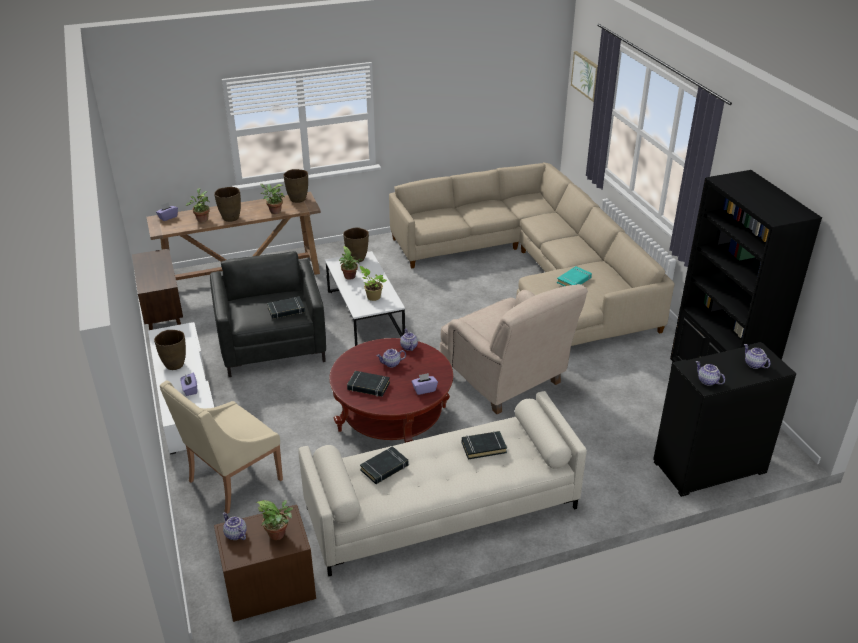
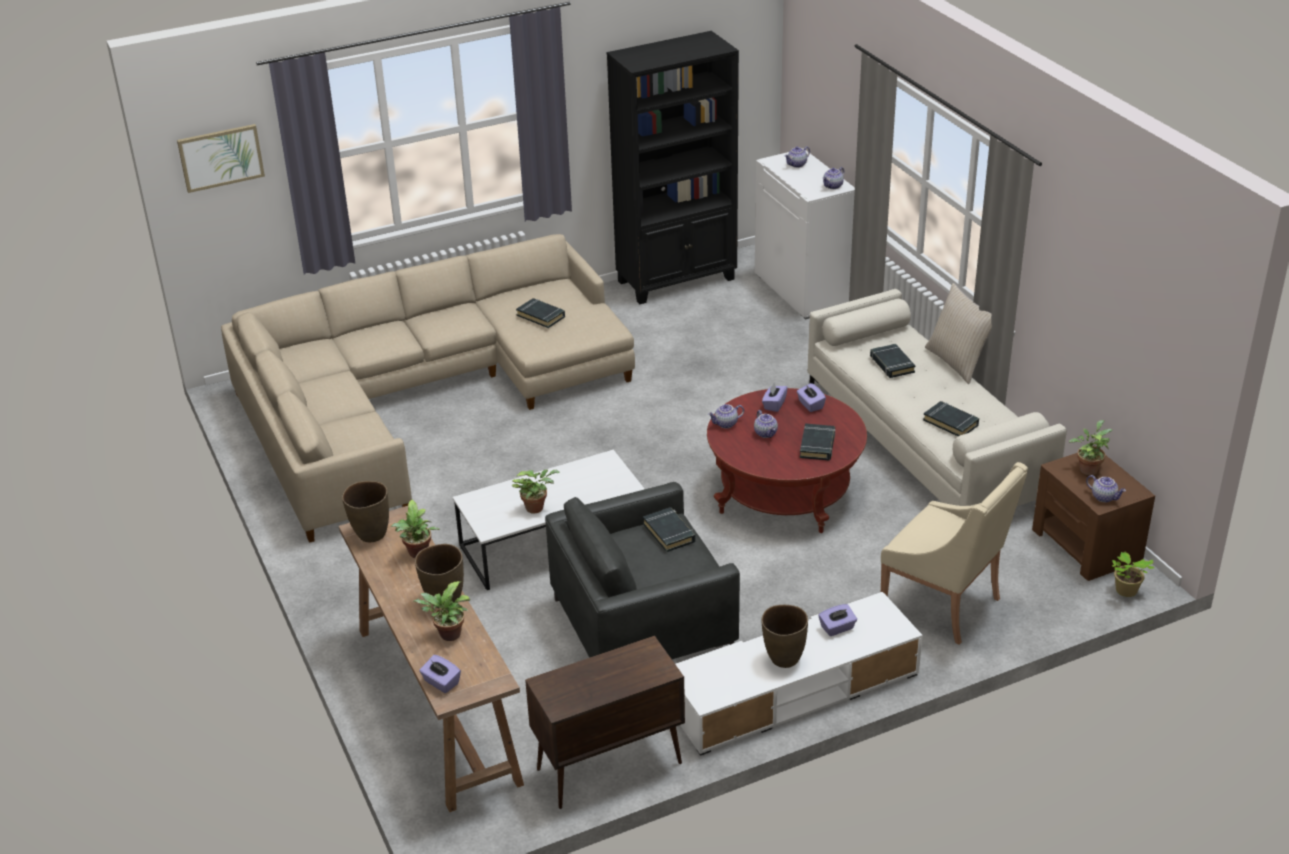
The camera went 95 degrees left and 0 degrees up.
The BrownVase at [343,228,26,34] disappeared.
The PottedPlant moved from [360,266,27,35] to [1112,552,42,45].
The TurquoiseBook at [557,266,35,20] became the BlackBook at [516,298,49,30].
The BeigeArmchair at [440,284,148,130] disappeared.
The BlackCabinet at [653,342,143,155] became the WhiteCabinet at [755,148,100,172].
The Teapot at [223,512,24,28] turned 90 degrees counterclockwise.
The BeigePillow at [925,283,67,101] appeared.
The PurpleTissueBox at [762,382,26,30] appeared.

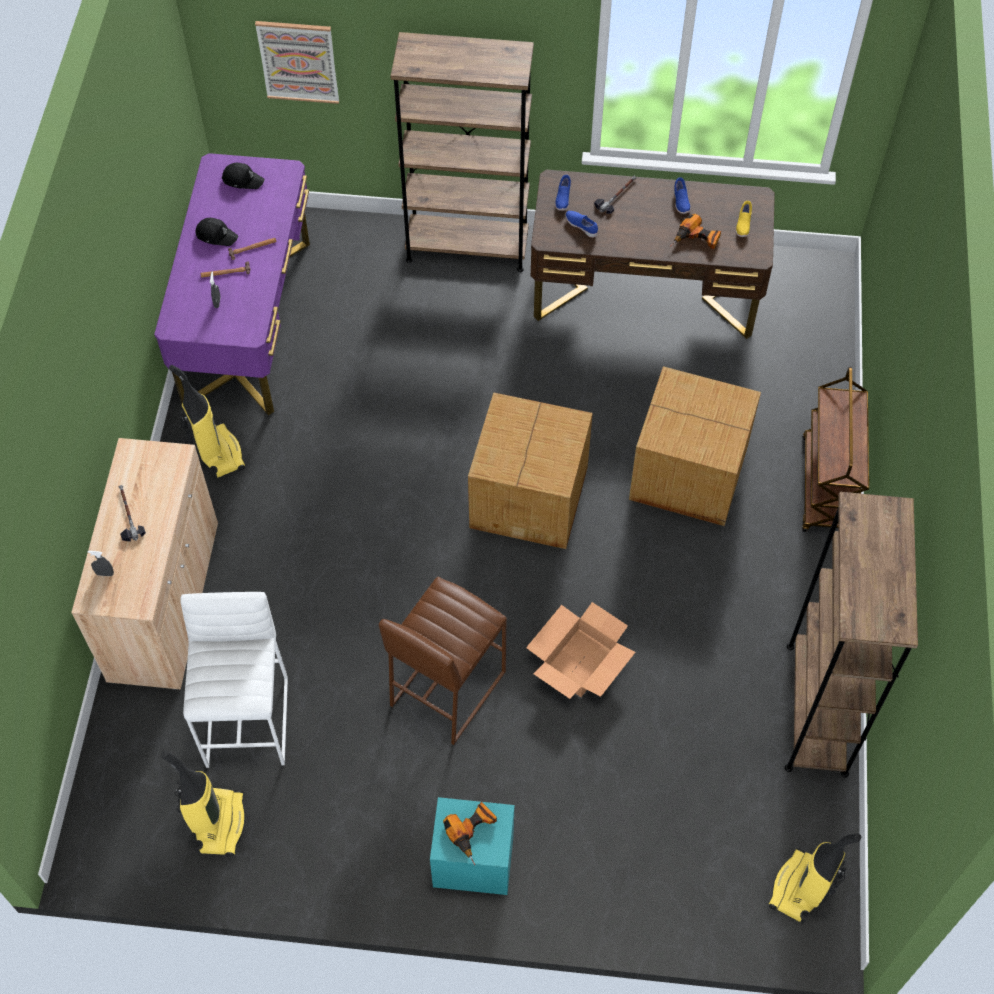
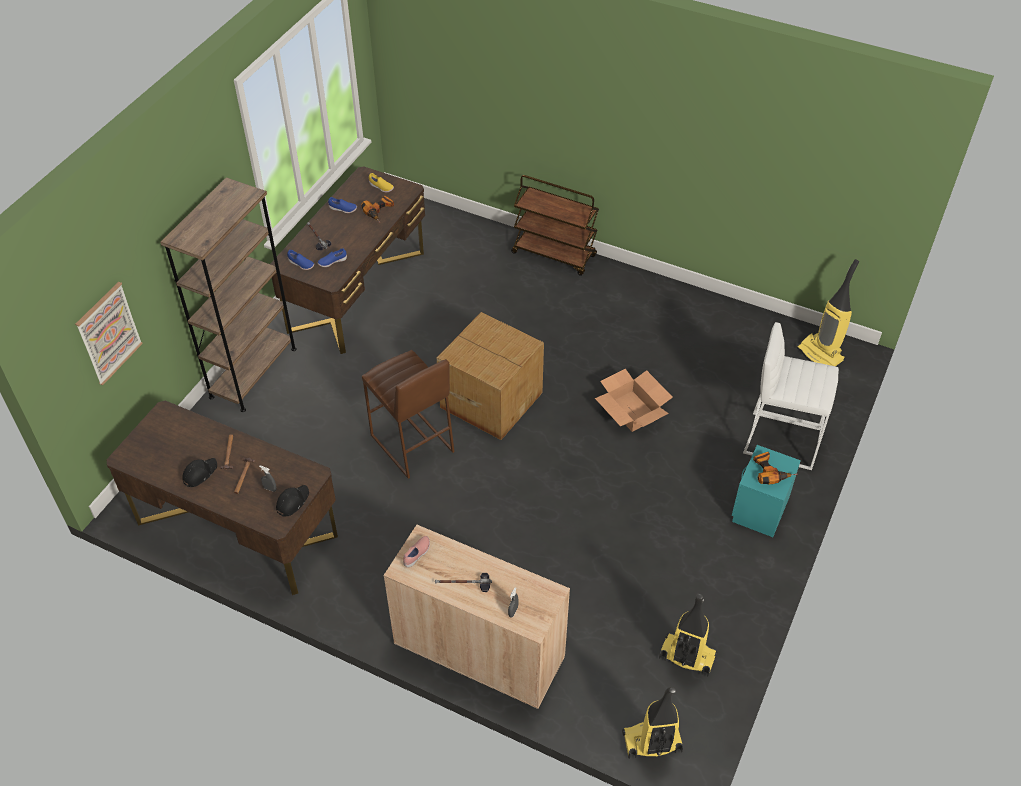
The camera went 70 degrees left and 10 degrees down.
The PurpleDesk at [154,153,156,262] became the BrownDesk at [106,400,232,195].
The BlackCap moved from [222,163,43,26] to [276,485,33,31].
The VacuumCleaner moved from [169,365,76,114] to [622,687,61,72].
The CardboardBox at [629,366,132,160] disappeared.
The BrownBookcase at [785,492,133,286] disappeared.
The BrownStool moved from [379,577,128,168] to [362,350,92,129].
The WhiteStool moved from [180,592,108,176] to [743,322,96,148].
The PinkShoe at [403,536,27,31] appeared.

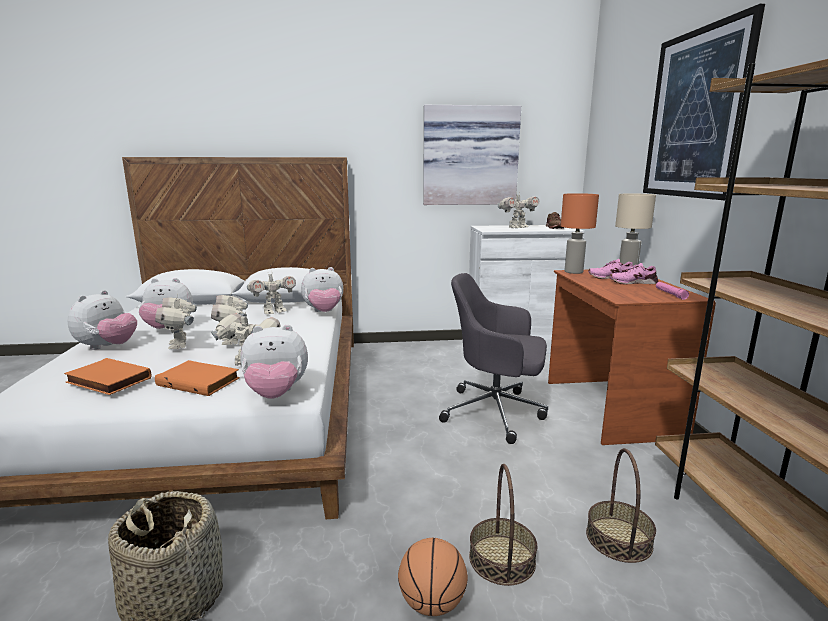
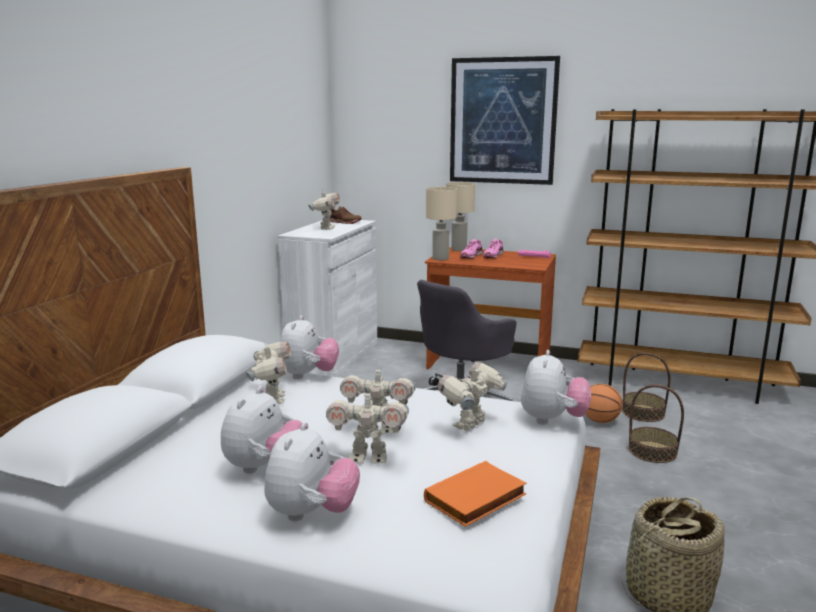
The camera went 65 degrees left and 0 degrees up.
The Picture at [423,105,98,100] disappeared.
The OrangeTableLamp at [561,193,38,81] became the BeigeTableLamp at [426,187,31,73].
The PlushToy at [68,290,69,60] turned 60 degrees clockwise.
The OrangeBook at [155,360,85,36] disappeared.
The Basketball moved from [398,538,70,78] to [585,384,38,39].

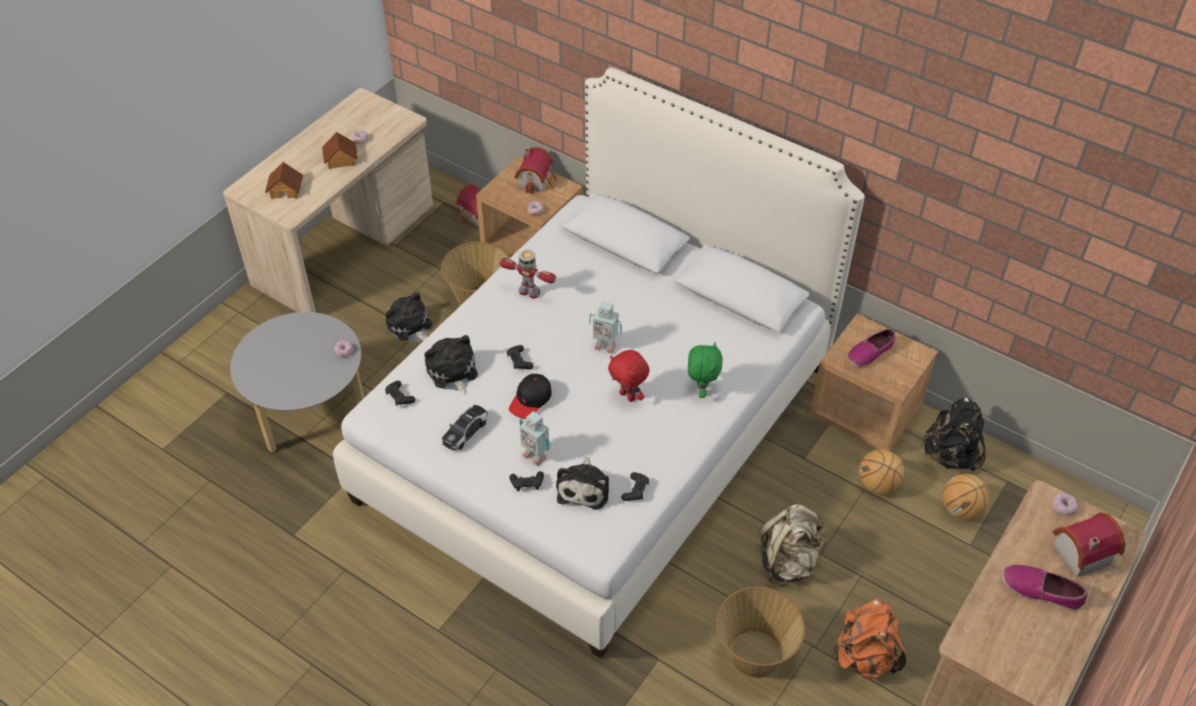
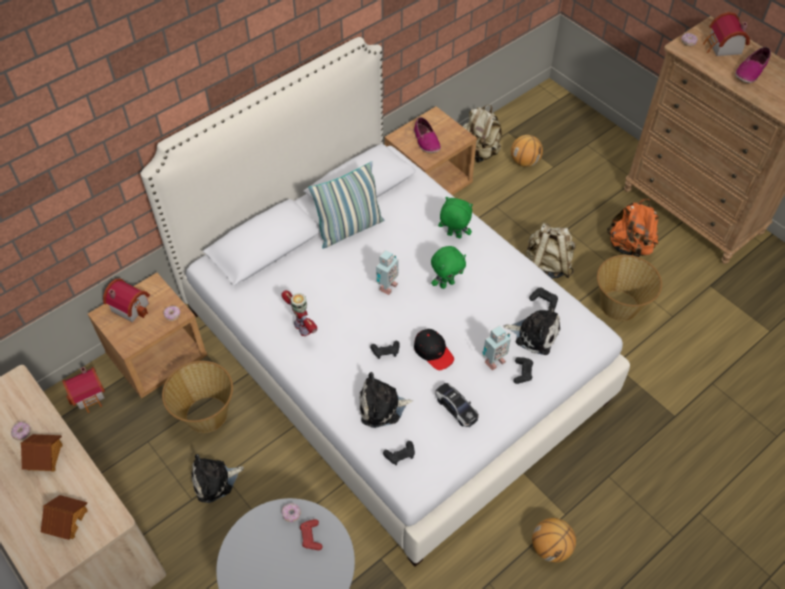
The camera went 75 degrees left and 5 degrees up.
The ToyRobot at [500,250,56,49] turned 105 degrees clockwise.
The RedPlushToy at [608,350,41,52] became the GreenPlushToy at [431,246,35,43].
The BlackBackpack at [921,398,65,73] became the BeigeBackpack at [463,105,39,58].
The Basketball moved from [859,449,46,45] to [532,518,44,45].
The Pillow at [308,161,77,88] appeared.
The RedGameController at [300,519,23,31] appeared.

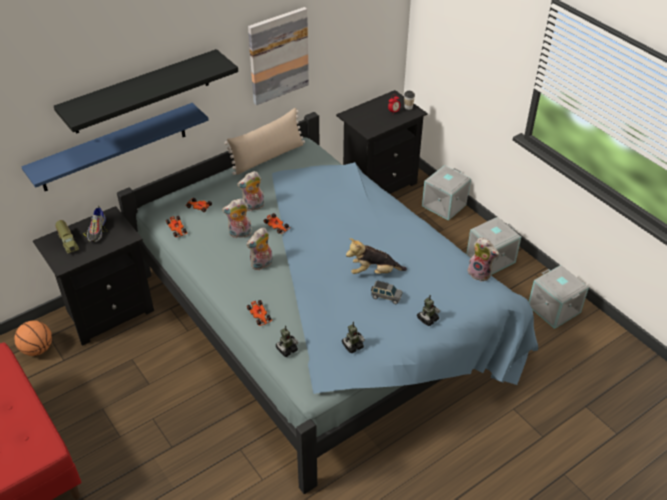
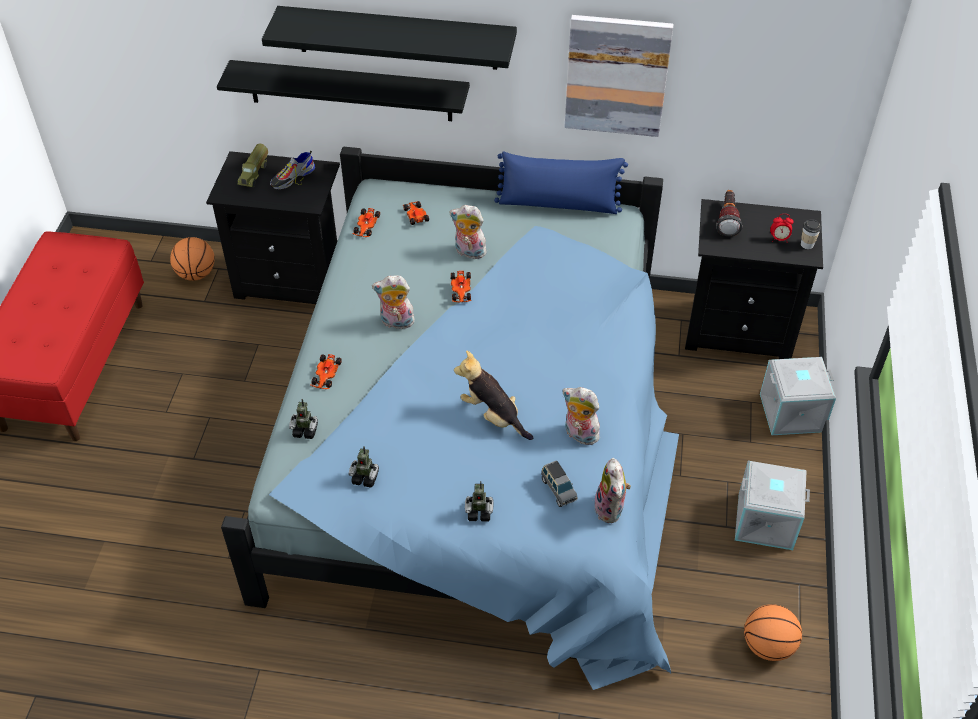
The camera went 45 degrees right and 5 degrees up.
The BlueShelf at [21,103,188,88] became the BlackShelf at [217,60,253,61].
The BeigePillow at [224,108,81,67] became the BluePillow at [494,152,134,62].
The PlushToy moved from [222,198,30,40] to [563,387,37,58].
The GreyStorageBox at [529,265,60,64] was replaced by the Basketball at [744,604,58,57].
The GreyToyCar moved from [371,280,31,24] to [541,460,37,47].
The Flashlight at [716,190,27,47] appeared.

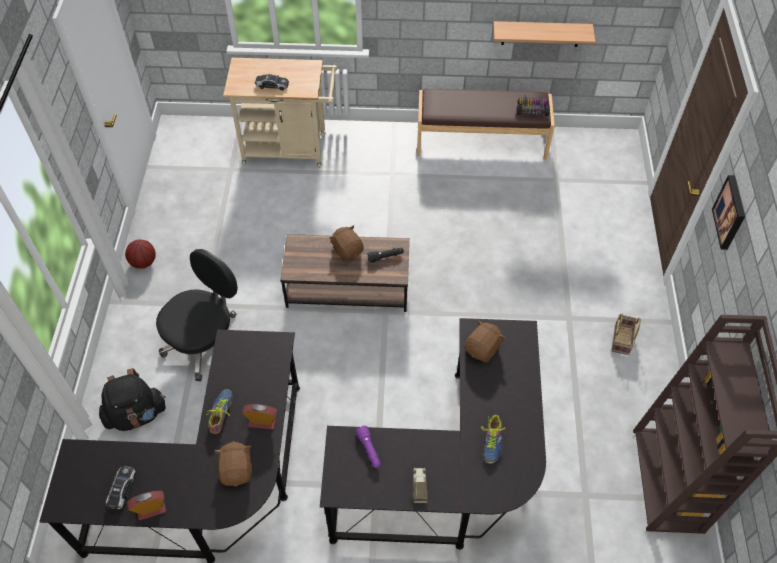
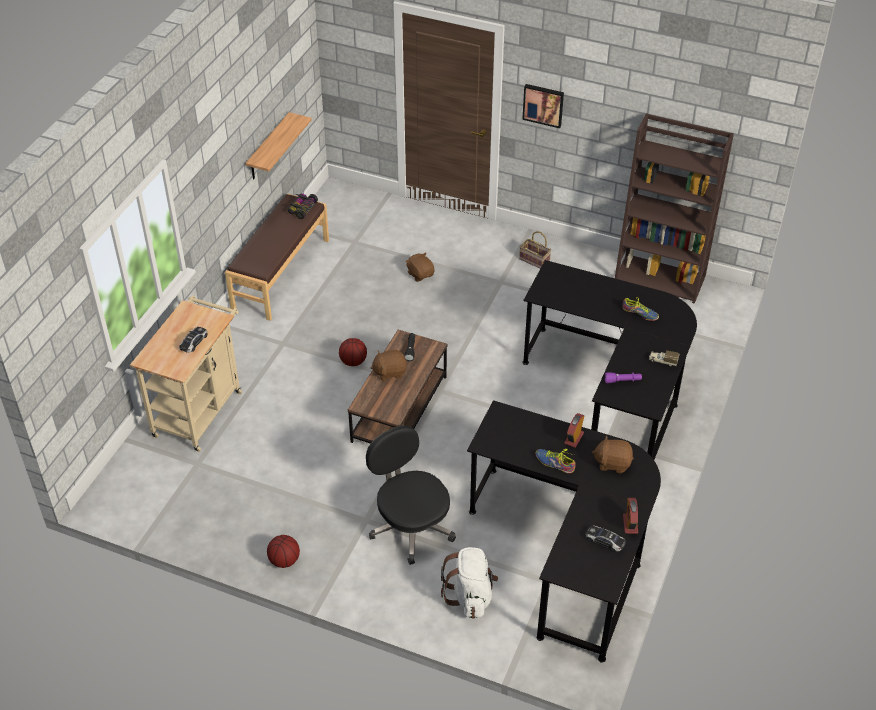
The camera went 70 degrees left and 10 degrees down.
The BrownPlushToy moved from [465,320,40,43] to [405,253,30,29].
The BlackBackpack at [99,368,67,63] became the WhiteBackpack at [441,547,57,71].
The Basketball at [339,338,28,28] appeared.

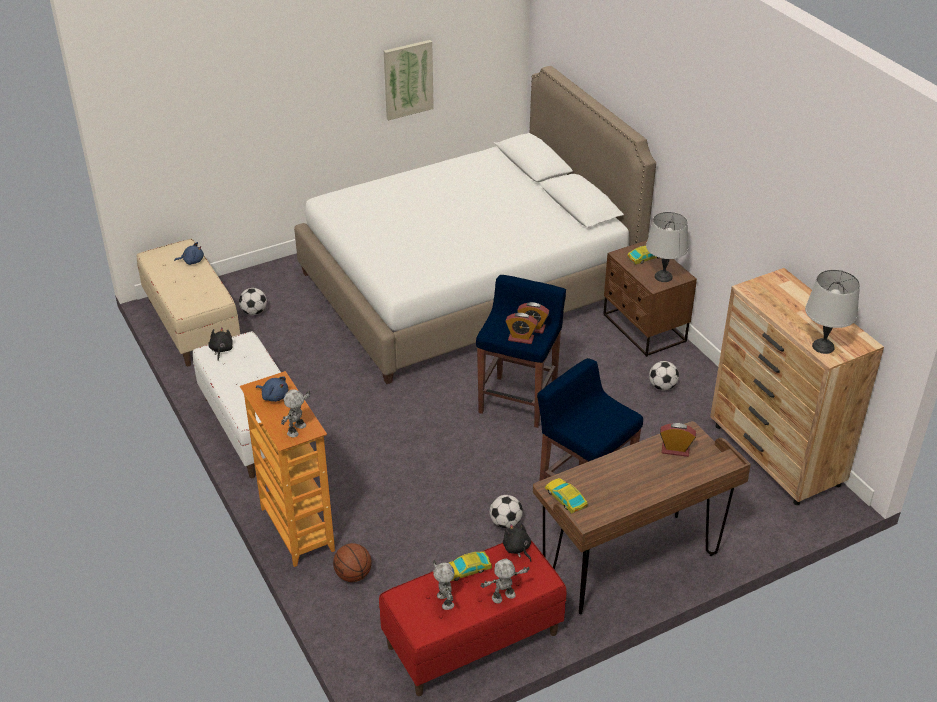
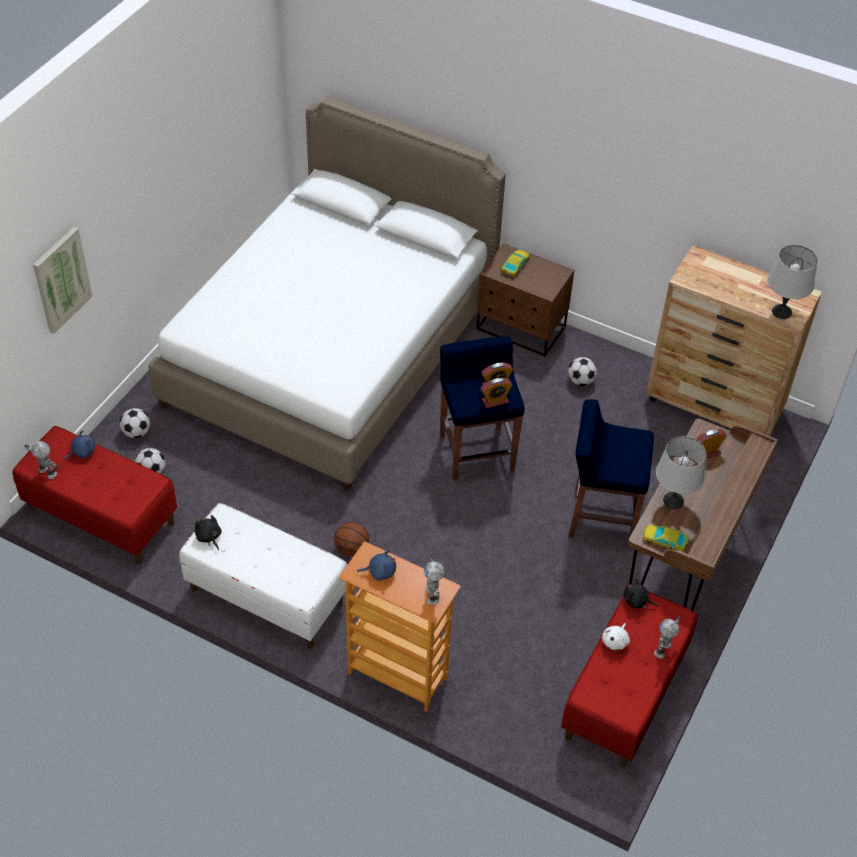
The camera went 35 degrees left and 10 degrees up.
The Picture moved from [384,40,50,80] to [33,227,60,107].
The GreyTableLamp moved from [646,212,42,70] to [656,436,50,73].
The BeigeBench at [137,239,103,127] became the RedBench at [12,426,165,138].
The Football moved from [490,495,33,33] to [120,408,30,30].
The Basketball moved from [333,543,39,39] to [334,522,35,35].
The ToyCar at [449,551,43,30] was replaced by the WhitePlushToy at [602,623,28,27].
The ToyRobot moved from [433,560,21,50] to [25,441,34,38].

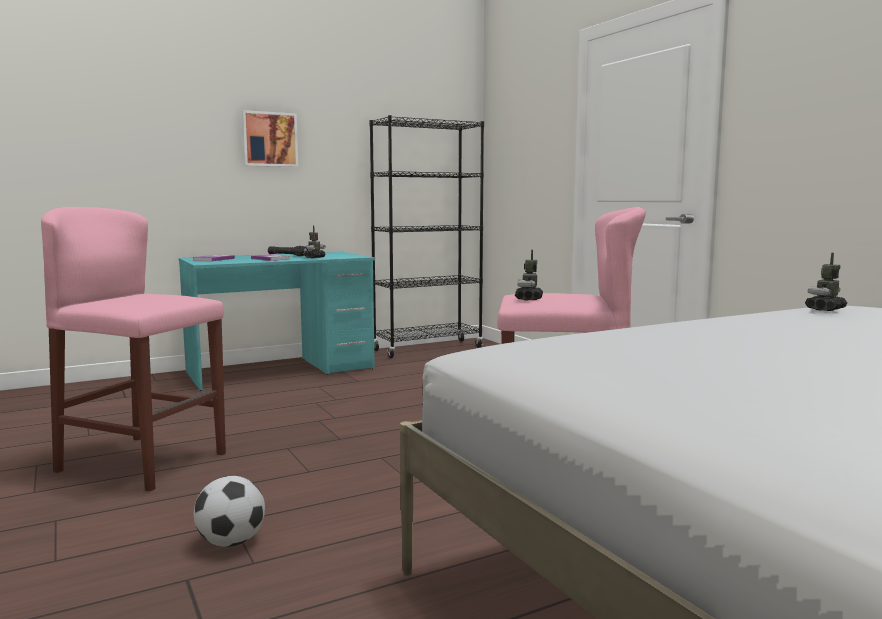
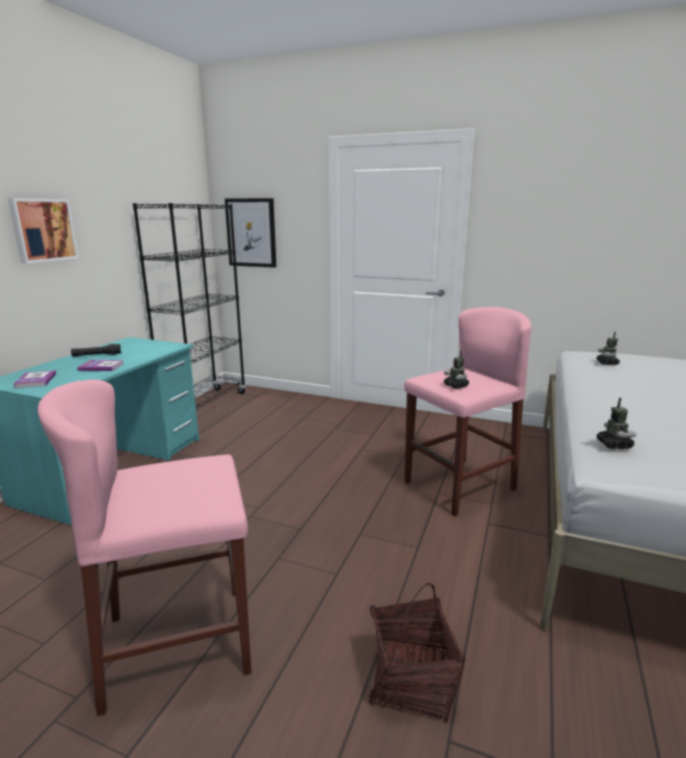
The camera went 40 degrees left and 10 degrees up.
The ToyRobot moved from [304,226,22,32] to [597,398,39,52].
The Football at [194,476,71,71] was replaced by the Basket at [369,583,96,140].
The Picture at [225,198,51,70] appeared.

